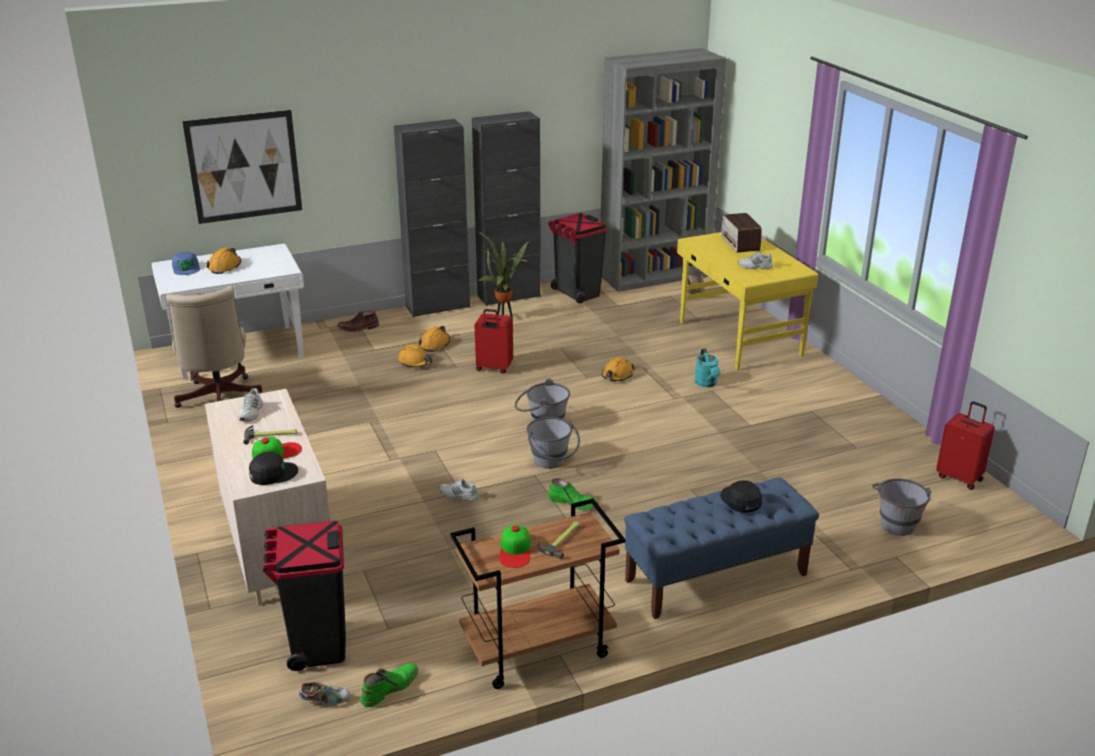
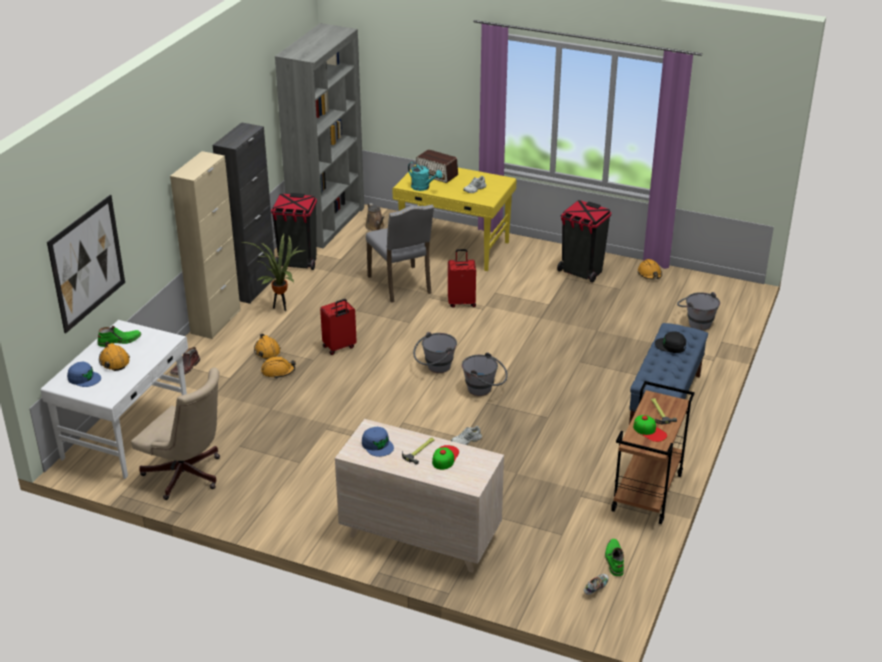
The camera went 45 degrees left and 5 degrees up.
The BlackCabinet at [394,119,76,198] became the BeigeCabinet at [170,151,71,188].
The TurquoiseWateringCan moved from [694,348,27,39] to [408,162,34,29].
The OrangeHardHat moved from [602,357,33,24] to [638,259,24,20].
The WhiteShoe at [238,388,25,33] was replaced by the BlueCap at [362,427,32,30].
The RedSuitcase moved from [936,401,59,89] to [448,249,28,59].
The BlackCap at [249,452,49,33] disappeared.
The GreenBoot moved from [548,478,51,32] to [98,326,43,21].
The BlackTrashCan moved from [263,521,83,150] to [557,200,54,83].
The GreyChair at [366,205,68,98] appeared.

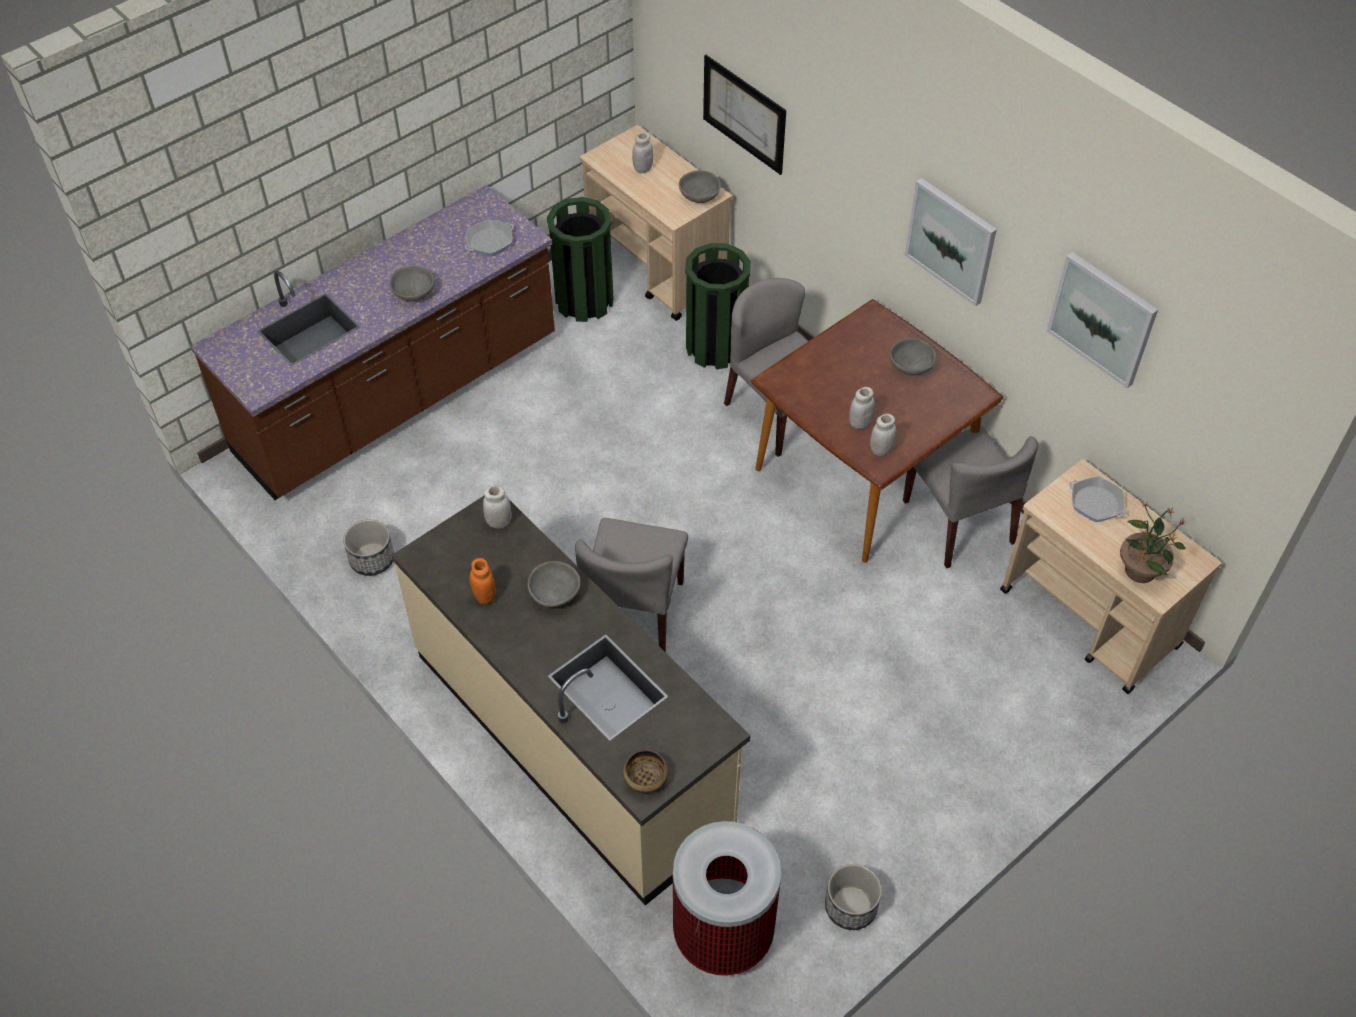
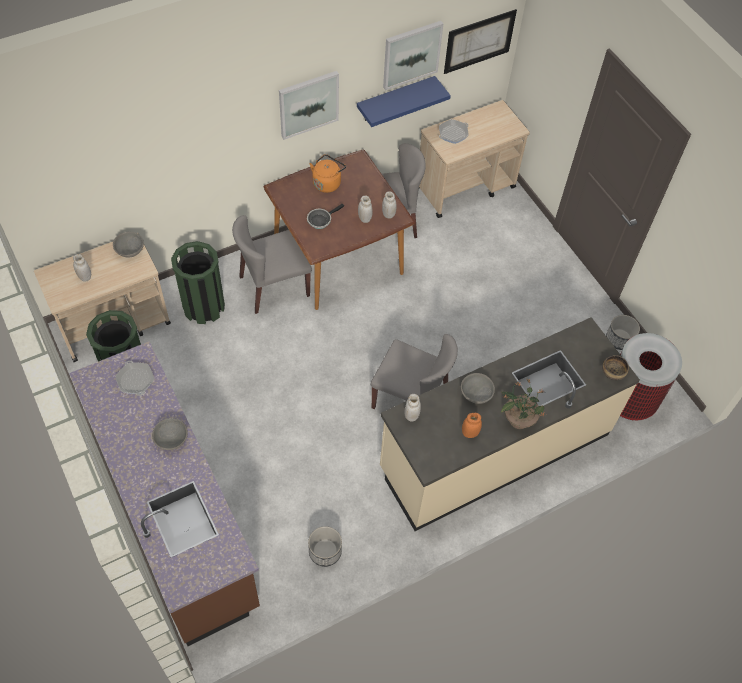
The camera went 80 degrees left and 5 degrees up.
The Picture moved from [703,55,83,120] to [444,9,73,65].
The GreyBowl at [890,338,46,38] was replaced by the OrangeKettle at [310,154,36,39].
The PottedPlant moved from [1120,502,66,81] to [501,378,46,51].
The BlueShelf at [357,76,94,51] appeared.
The FryingPan at [307,204,37,25] appeared.

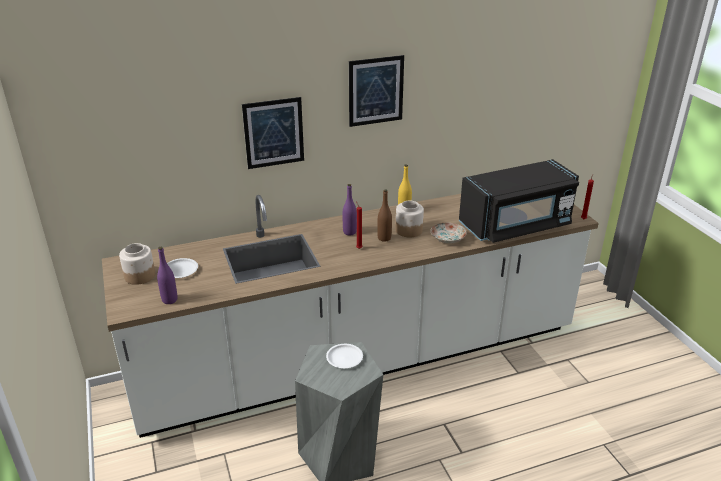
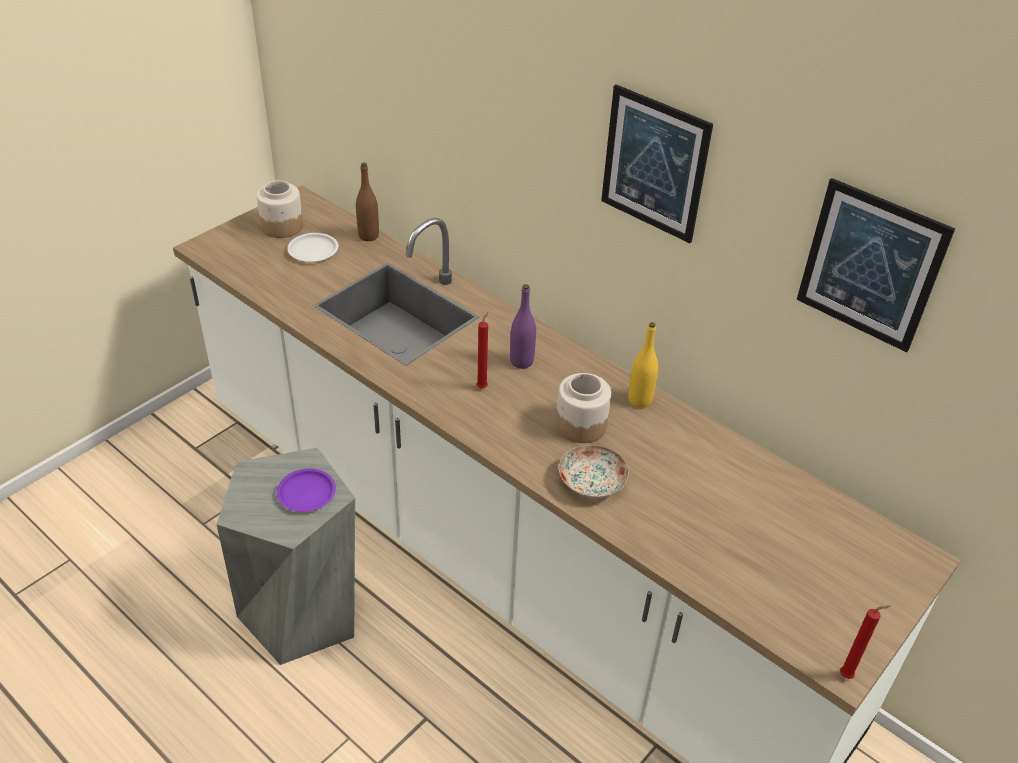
The camera went 60 degrees right and 10 degrees up.
The Picture moved from [242,97,62,72] to [797,178,158,174].
The BlackMicrowave at [459,159,120,84] disappeared.
The BrownBottle moved from [377,189,15,53] to [356,162,23,79].
The PurpleBottle at [157,247,21,57] disappeared.
The WhitePlate at [326,344,37,24] became the PurplePlate at [277,469,59,43].

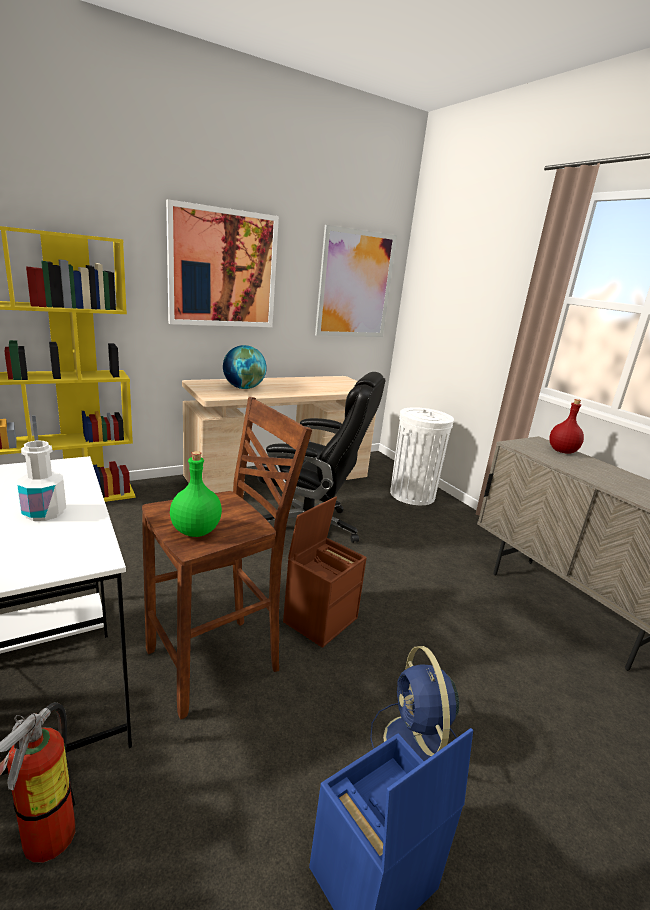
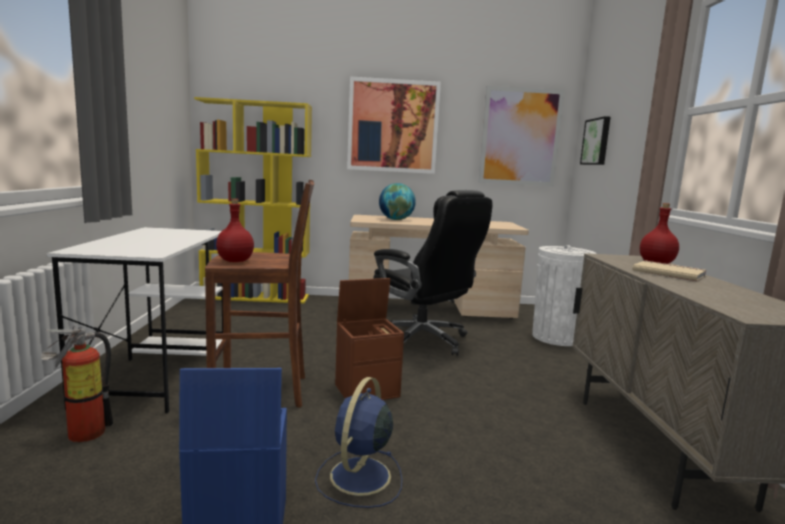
The camera went 30 degrees right and 10 degrees down.
The WhiteBottle at [17,441,49,80] disappeared.
The GreenBottle at [170,451,52,86] became the RedBottle at [216,199,38,63].
The Picture at [580,116,30,49] appeared.
The BeigeBook at [632,261,75,20] appeared.

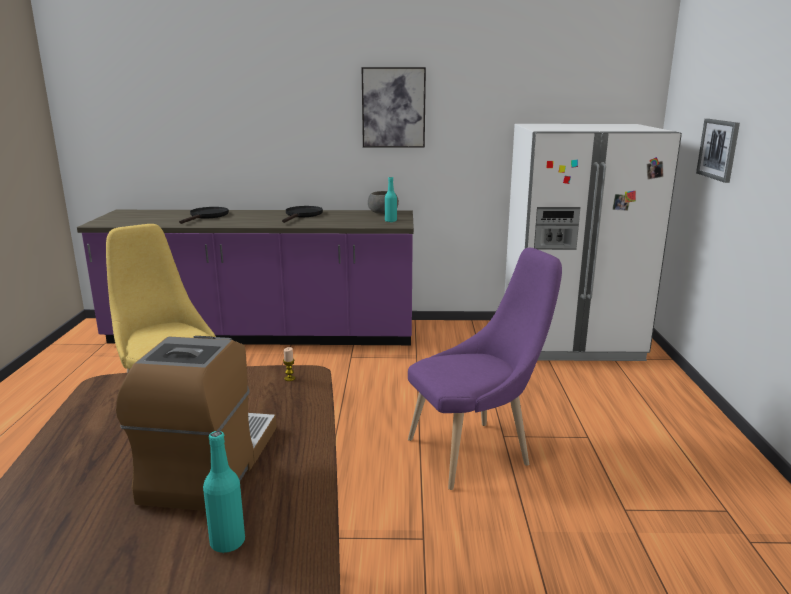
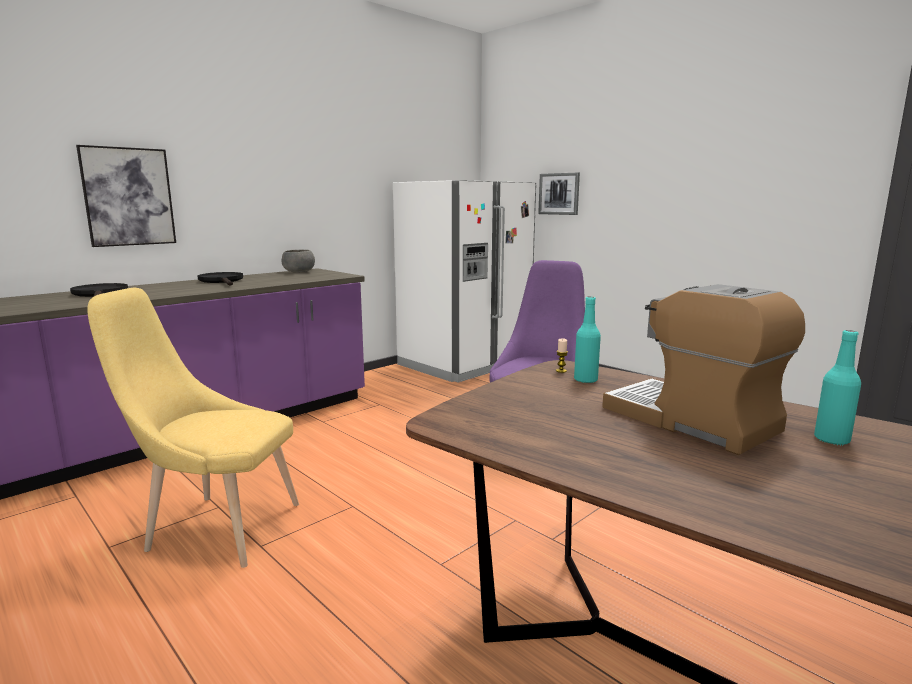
The camera went 45 degrees left and 5 degrees down.
The Picture moved from [362,67,64,81] to [76,145,100,102].
The TurquoiseBottle moved from [385,177,12,45] to [574,296,27,87].

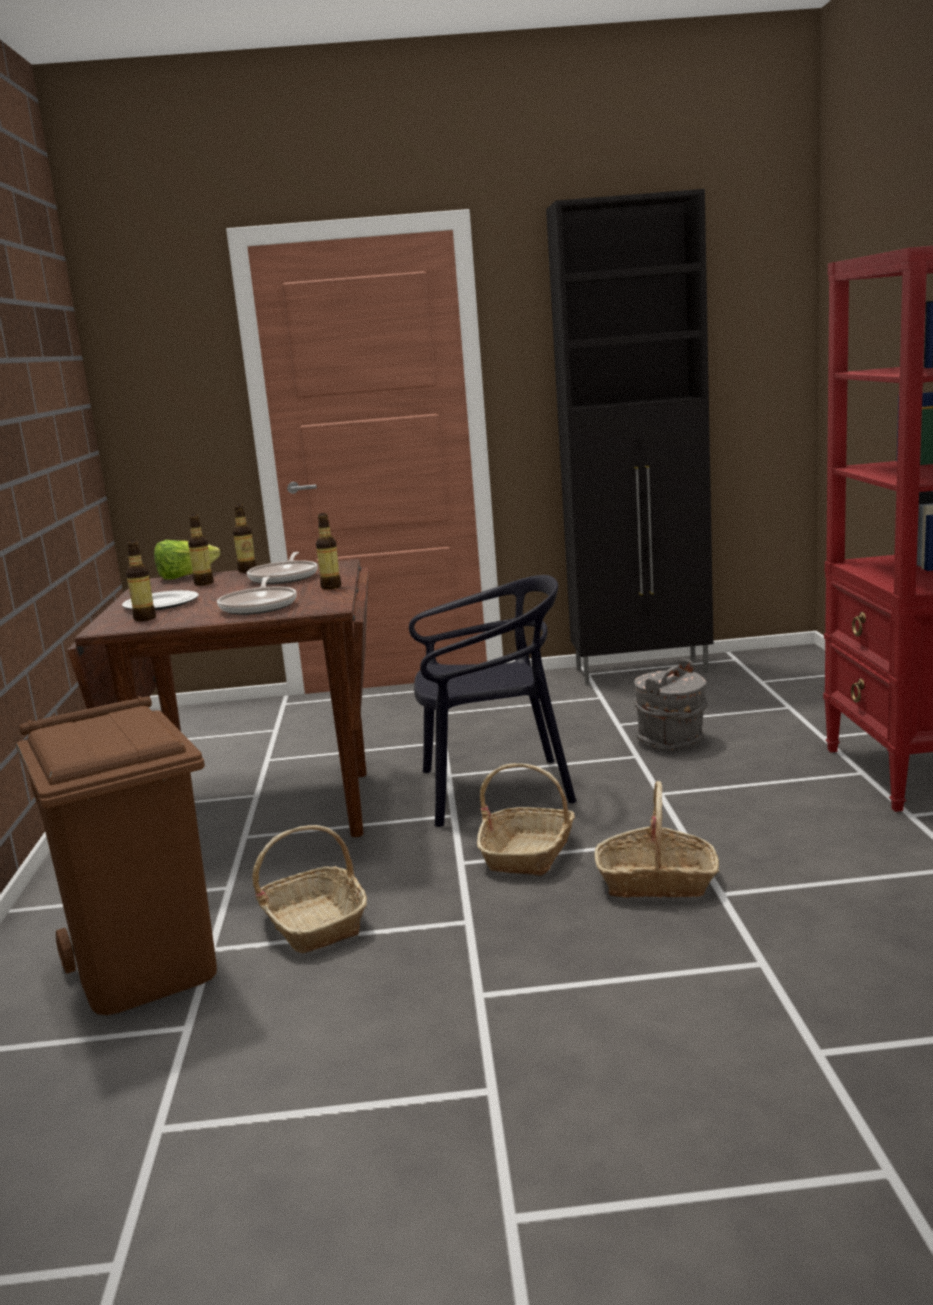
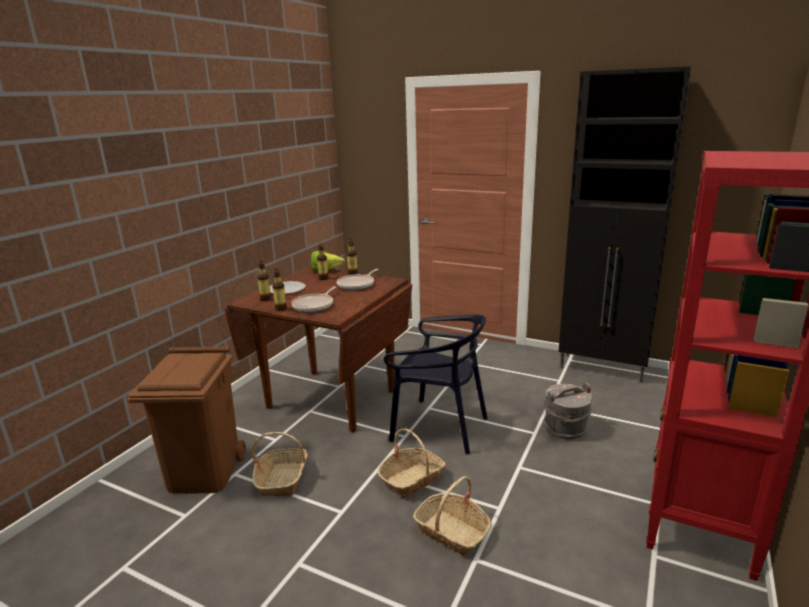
The camera went 30 degrees right and 5 degrees up.
The Bottle moved from [316,513,25,76] to [272,269,15,42].

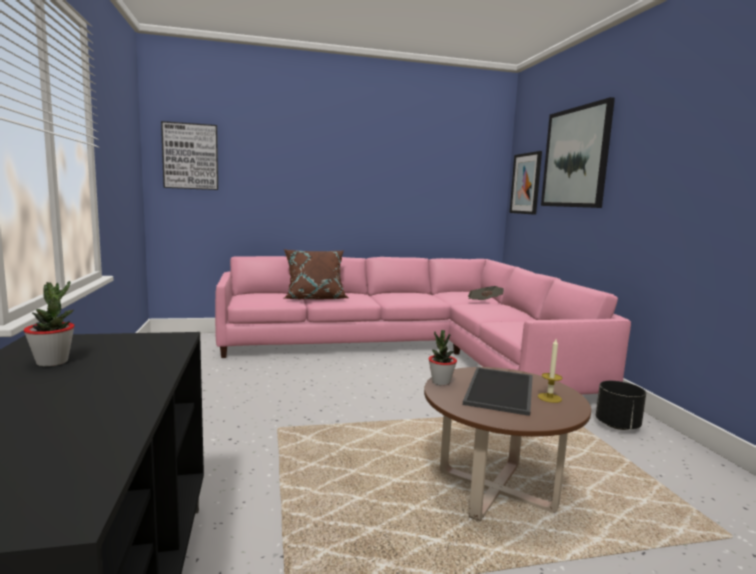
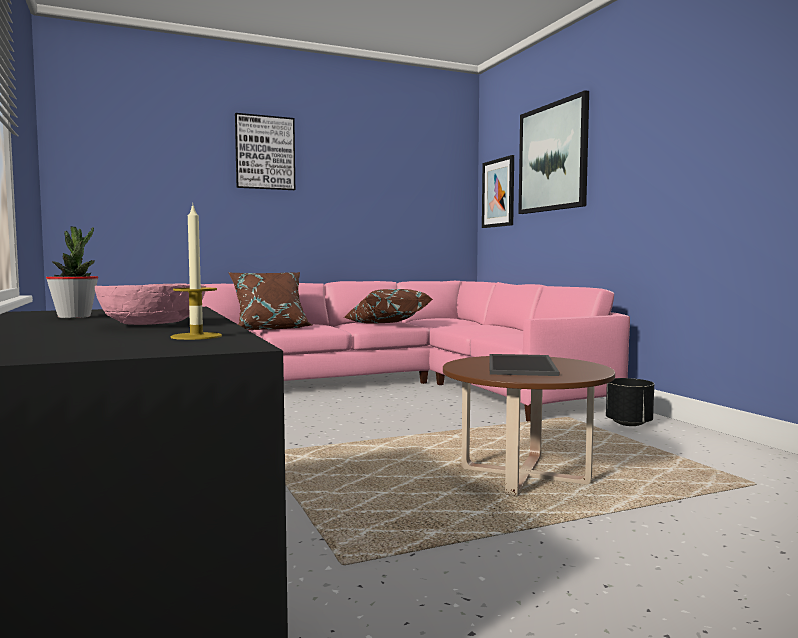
The camera went 10 degrees left and 5 degrees down.
The Picture moved from [161,121,57,69] to [235,113,60,77].
The Newspaper at [468,286,36,14] disappeared.
The PottedPlant at [429,330,28,56] disappeared.
The Candle moved from [538,339,24,64] to [171,203,51,137].
The PinkBowl at [95,283,111,42] appeared.
The BrownPillow at [344,289,89,35] appeared.

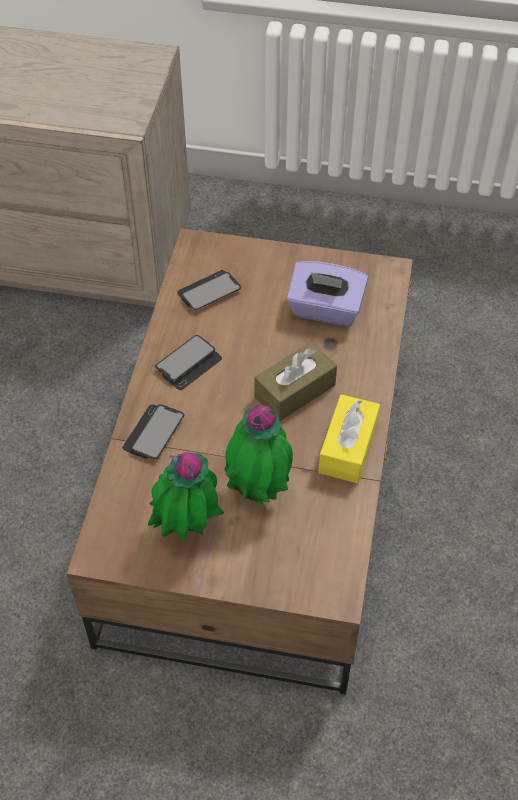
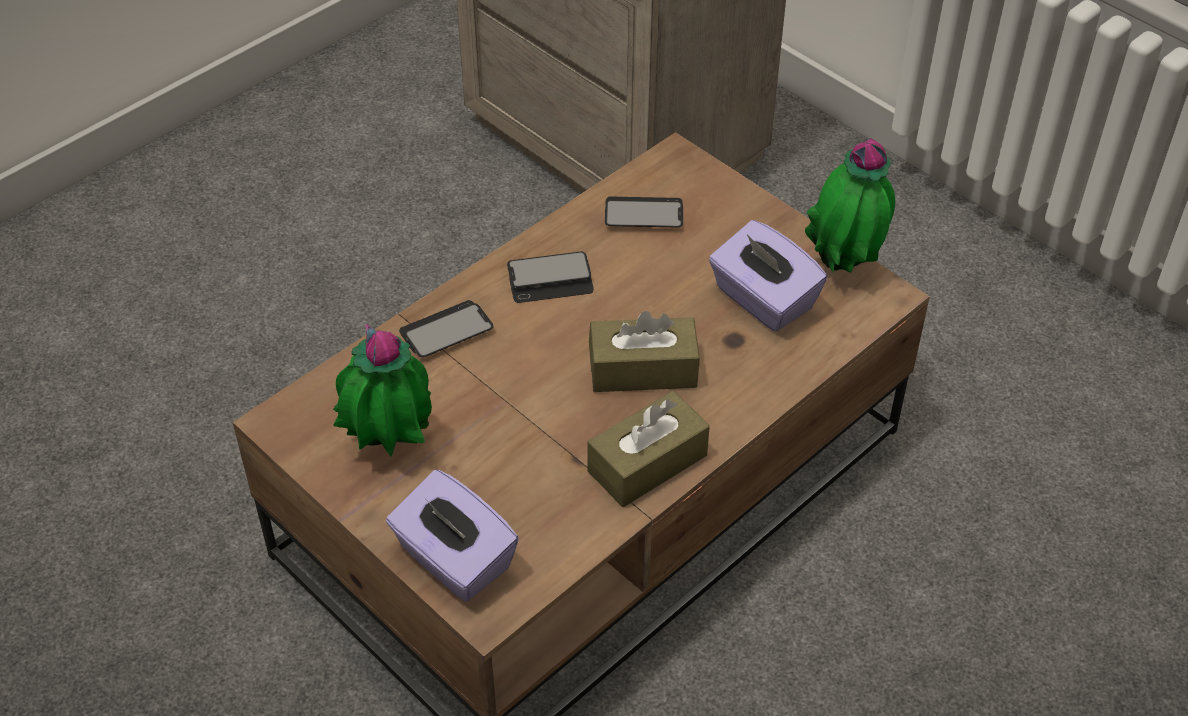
The camera went 35 degrees right and 5 degrees down.
The YellowTissueBox at [319,394,61,89] became the BrownTissueBox at [587,391,123,116].
The PottedPlant moved from [224,405,69,102] to [805,138,90,135].
The PurpleTissueBox at [386,470,133,131] appeared.

